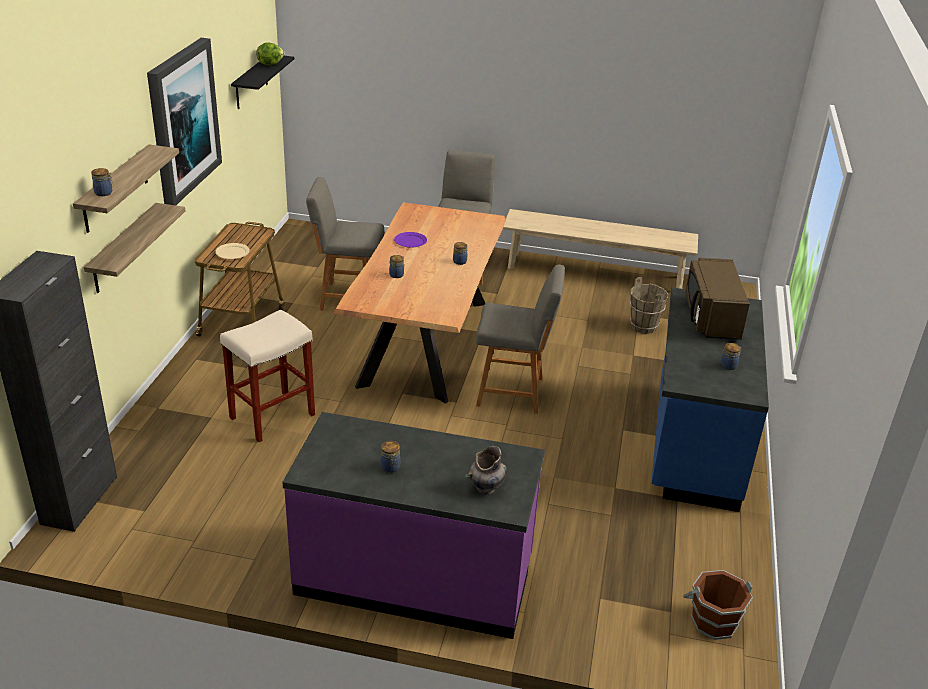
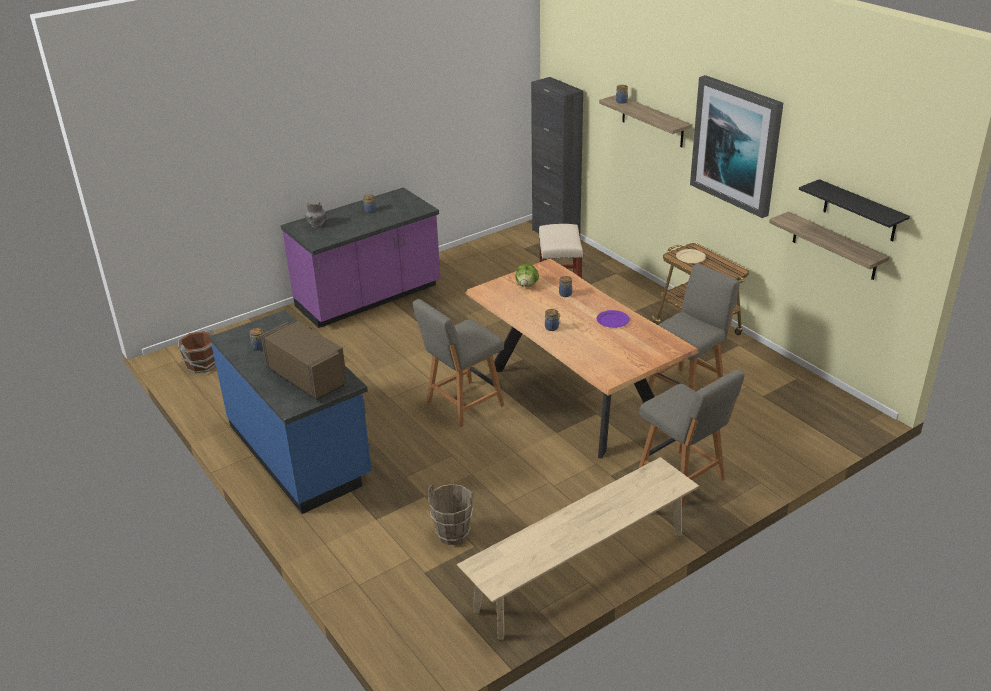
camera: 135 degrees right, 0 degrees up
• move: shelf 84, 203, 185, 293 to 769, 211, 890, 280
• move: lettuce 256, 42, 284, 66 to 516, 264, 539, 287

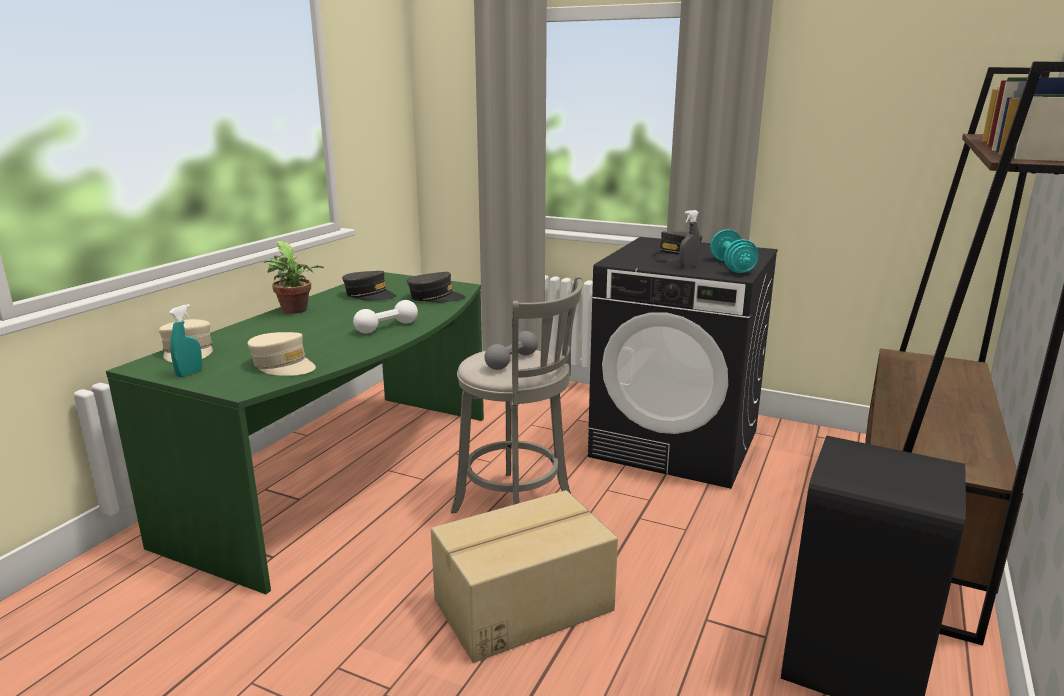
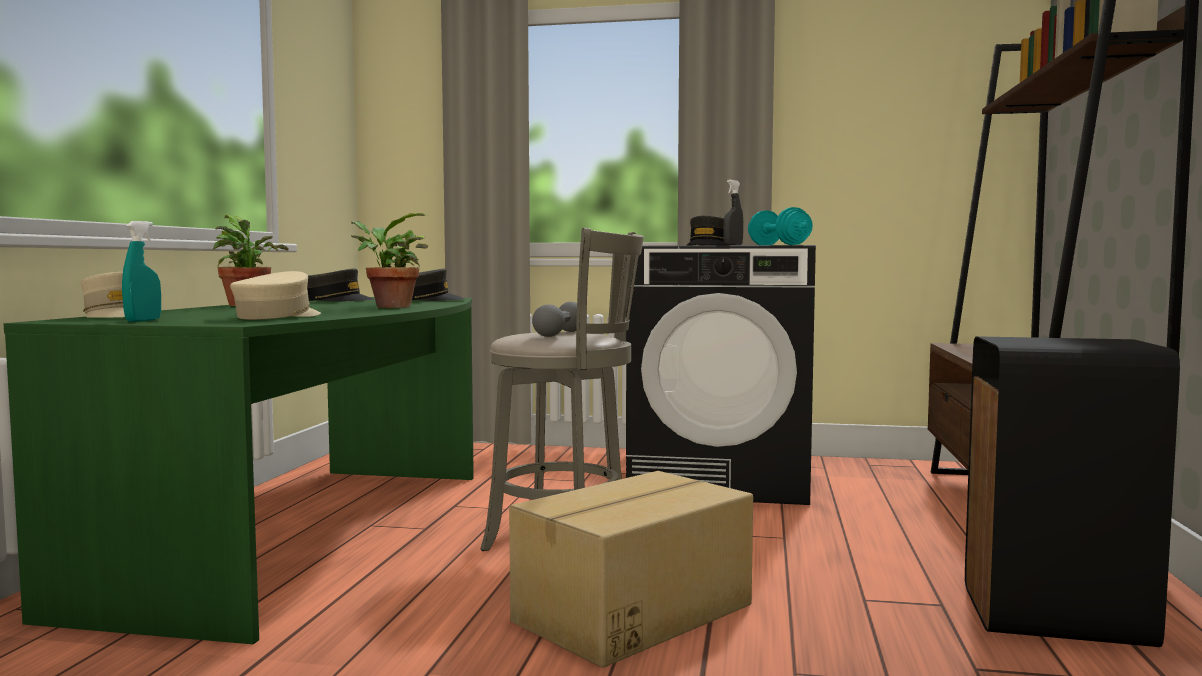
camera: 15 degrees left, 15 degrees down
• replace: white dumbbell 353, 300, 418, 333 to potted plant 351, 213, 428, 308
• rotate: beige cap 247, 332, 316, 376 = 230, 271, 321, 320 90 degrees counterclockwise

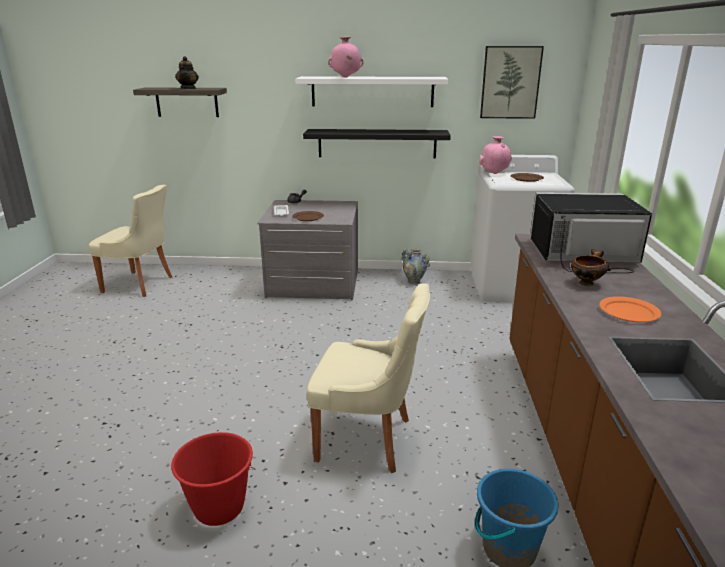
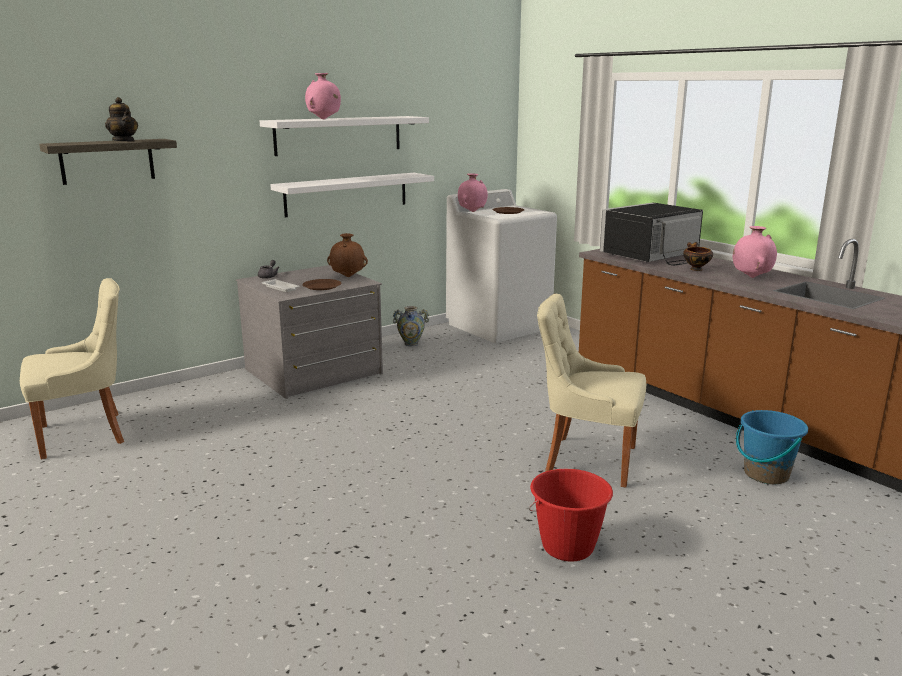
camera: 40 degrees left, 5 degrees down
• delete: picture 480, 46, 544, 119
• insert: brown vase 327, 233, 368, 277
• replace: orange plate 599, 296, 661, 322 to pink vase 733, 226, 777, 278
• recolor: black shelf 303, 129, 451, 158 to white shelf 270, 173, 434, 217
• rotate: beige chair 306, 283, 430, 473 = 537, 294, 646, 488 135 degrees counterclockwise

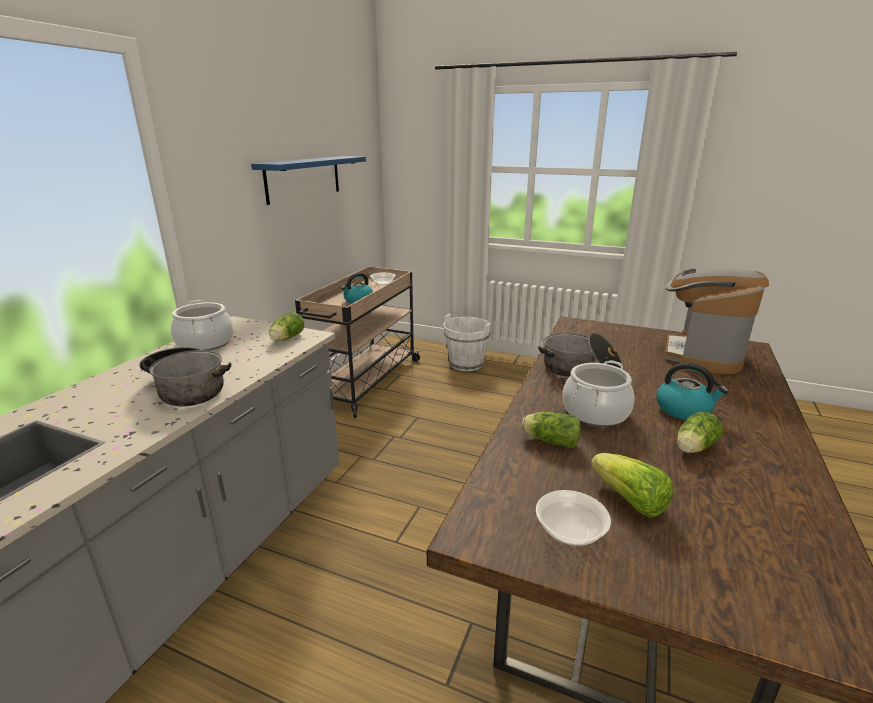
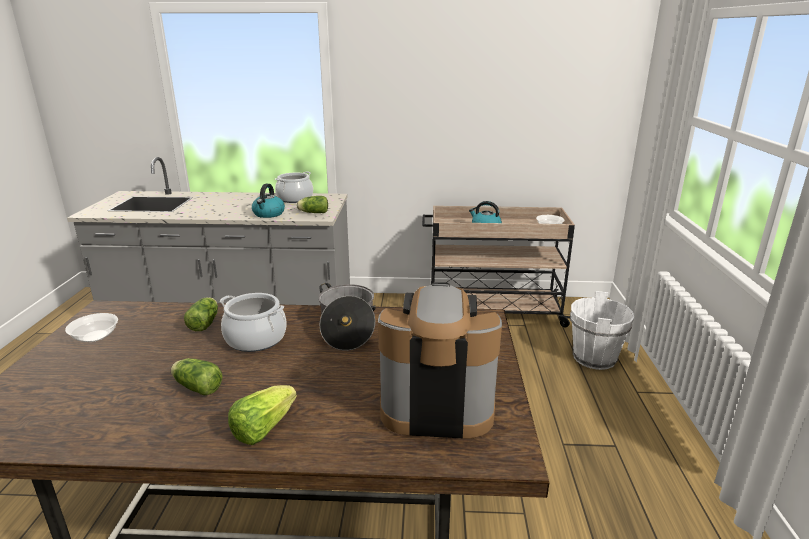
camera: 70 degrees right, 0 degrees up
• delete: cooking pot 139, 347, 231, 406
• delete: blue shelf 251, 156, 366, 205
• move: lettuce 591, 453, 673, 518 to 228, 385, 297, 445
• move: kettle 656, 362, 728, 420 to 252, 184, 285, 218

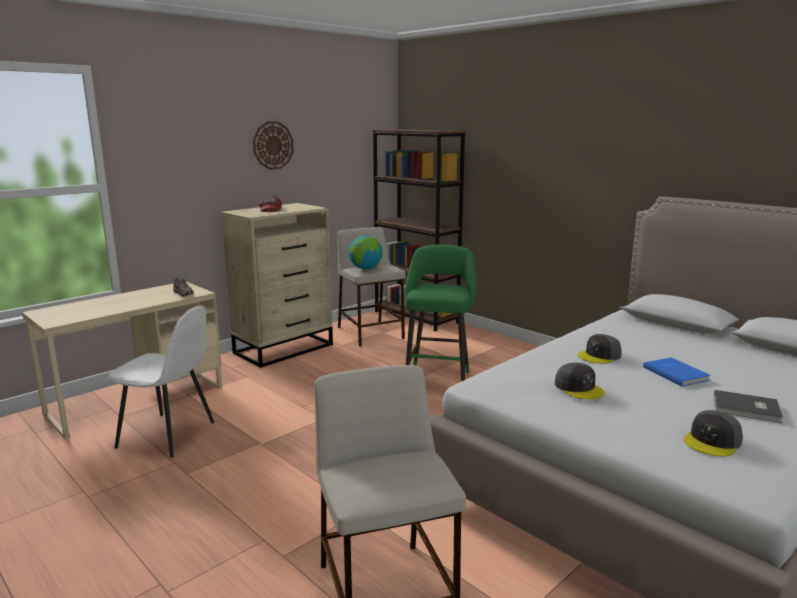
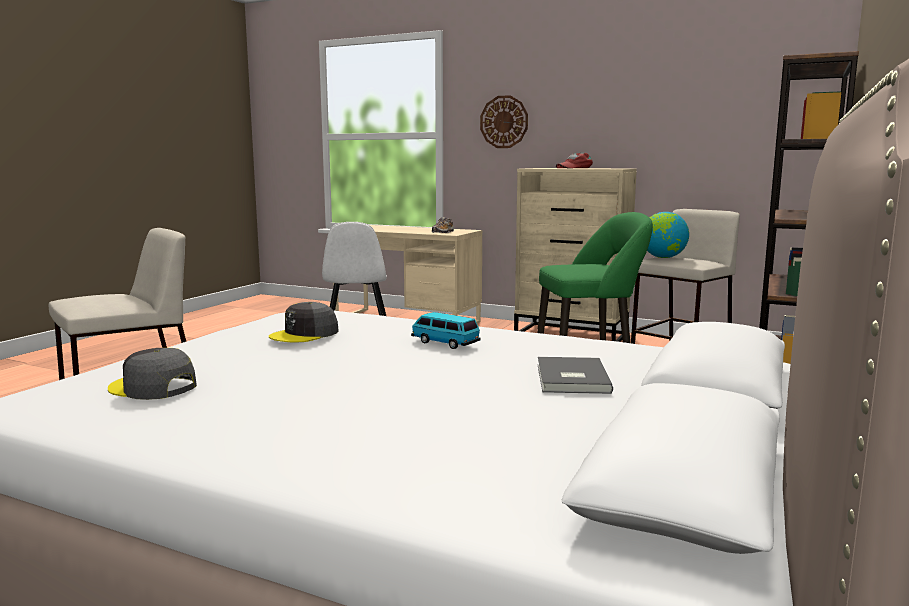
camera: 70 degrees right, 5 degrees down
• delete: blue book 643, 357, 711, 386
• move: wall clock 253, 121, 294, 170 to 480, 95, 528, 148
• move: grey book 714, 390, 783, 423 to 538, 357, 613, 394
• replace: grey cap 578, 334, 622, 364 to toy car 411, 312, 481, 349

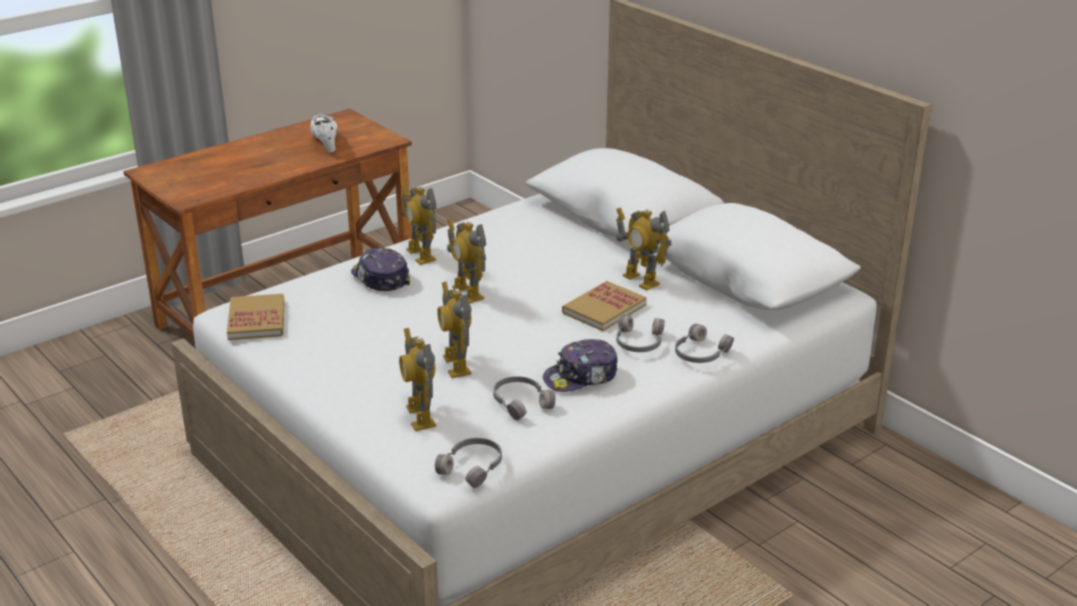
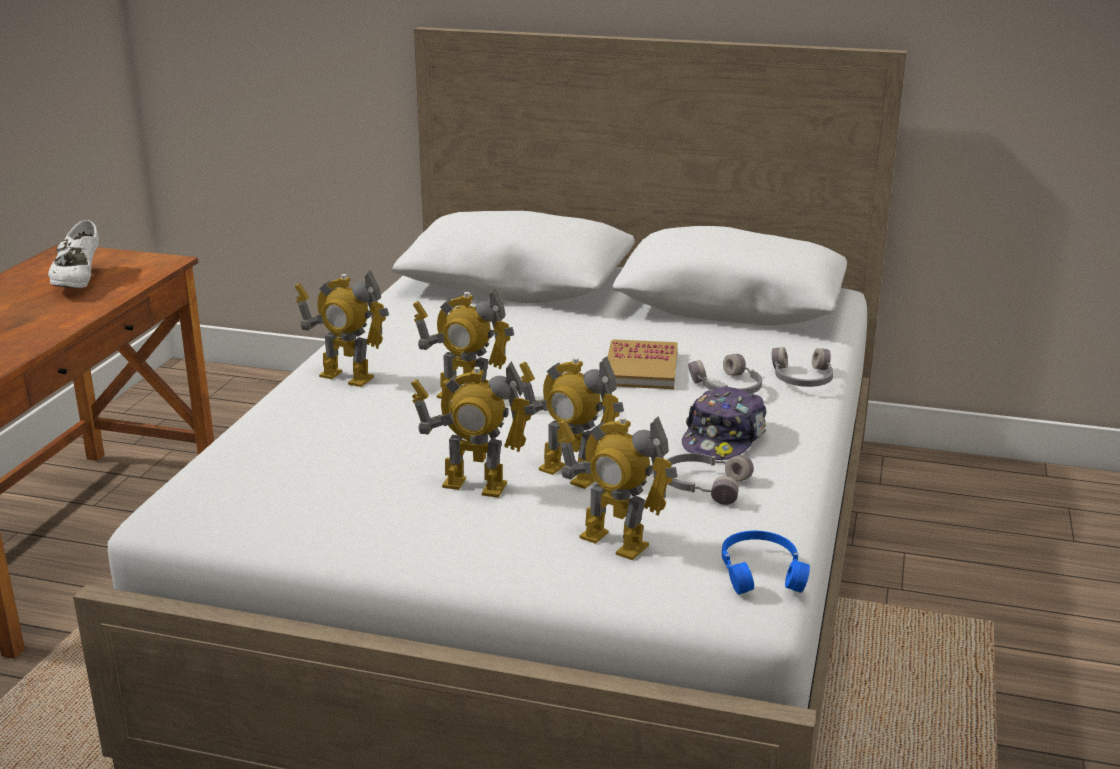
camera: 35 degrees left, 5 degrees down
• delete: book 227, 294, 285, 340
• delete: cap 351, 248, 410, 291
• move: toy robot 616, 208, 672, 290 to 411, 361, 536, 498
• recolor: grey headphones 435, 438, 502, 488 to blue headphones 722, 531, 810, 595
• rotate: white shoe 310, 115, 338, 153 = 48, 220, 99, 288 135 degrees counterclockwise

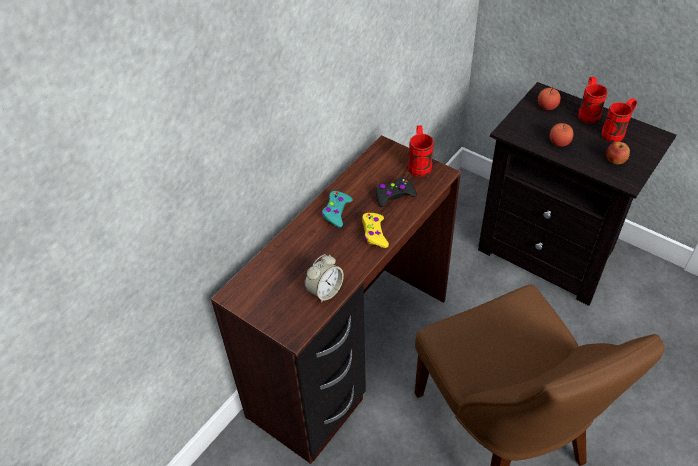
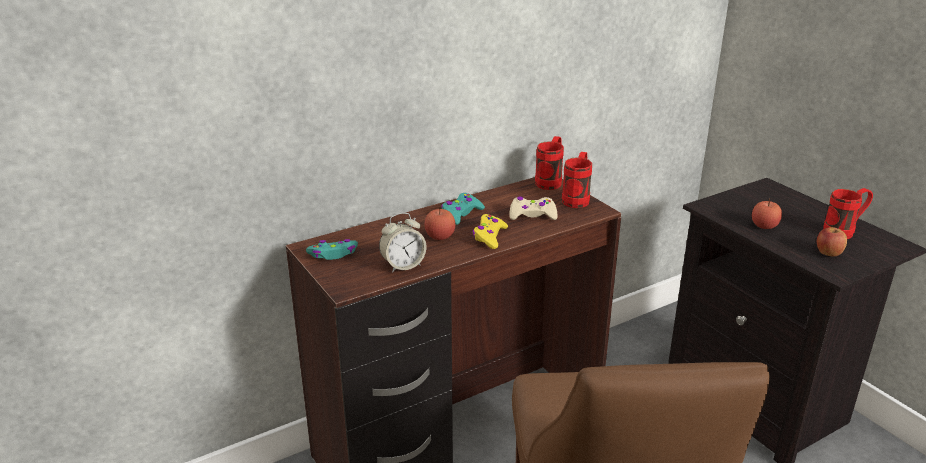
camera: 20 degrees right, 20 degrees down
• insert: turquoise game controller 306, 239, 358, 260
• move: apple 538, 88, 561, 110 to 425, 207, 455, 240
• move: red mug 578, 77, 607, 124 to 535, 136, 564, 190
• recolor: black game controller 376, 177, 417, 207 to beige game controller 509, 197, 558, 220

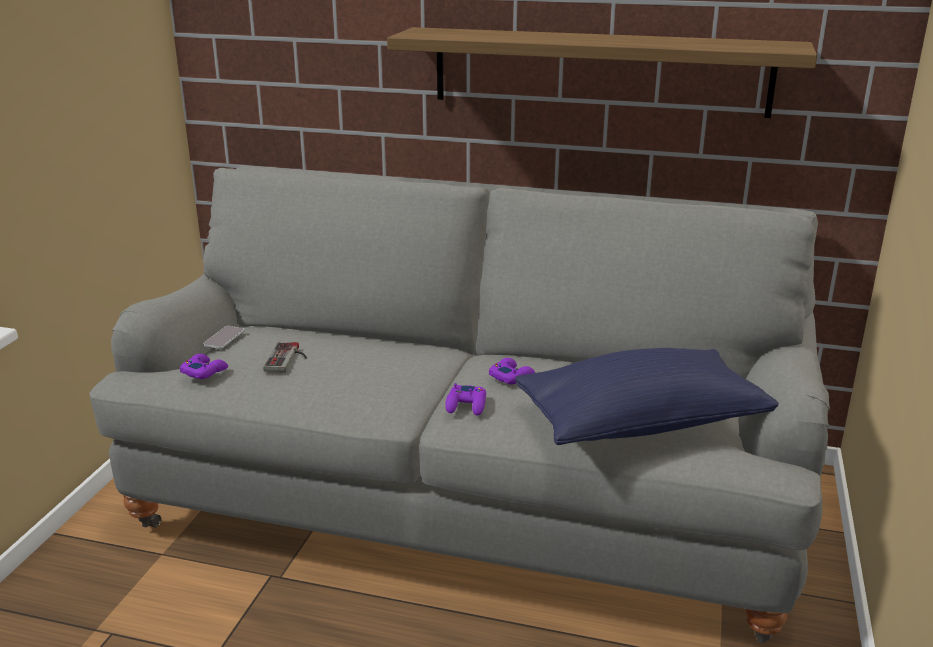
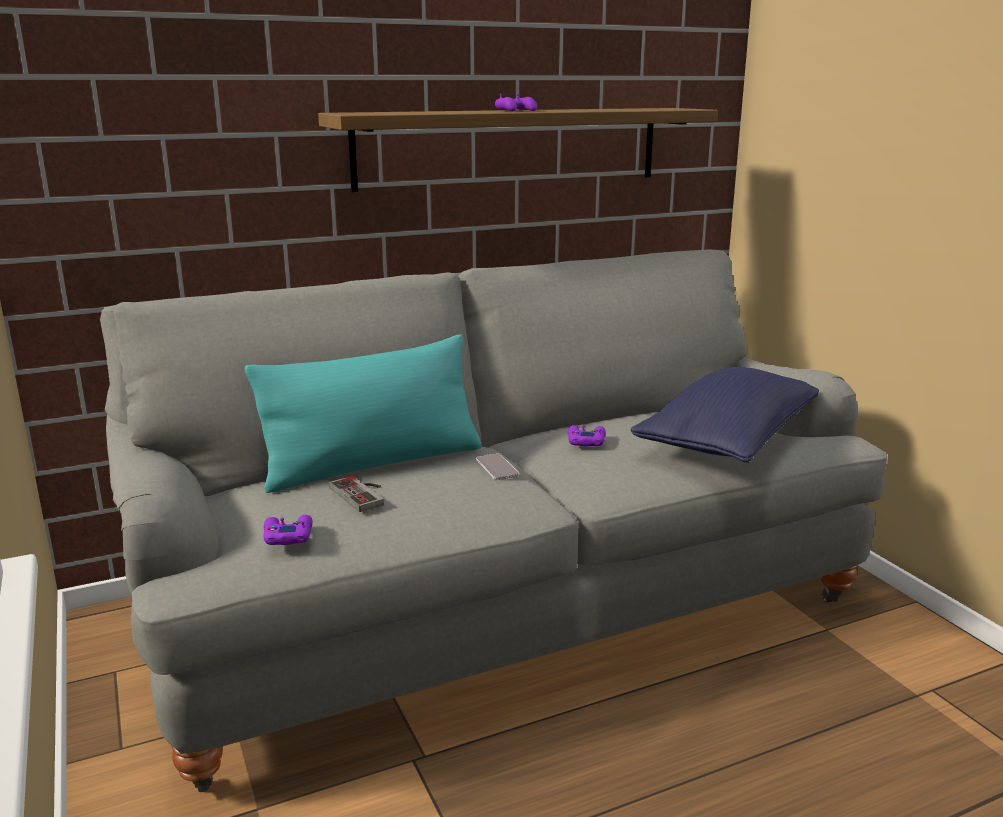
camera: 40 degrees left, 5 degrees down
• insert: turquoise pillow 245, 334, 482, 493
• move: phone 203, 326, 244, 349 to 476, 454, 519, 480
• move: purple game controller 445, 383, 486, 416 to 495, 94, 537, 111

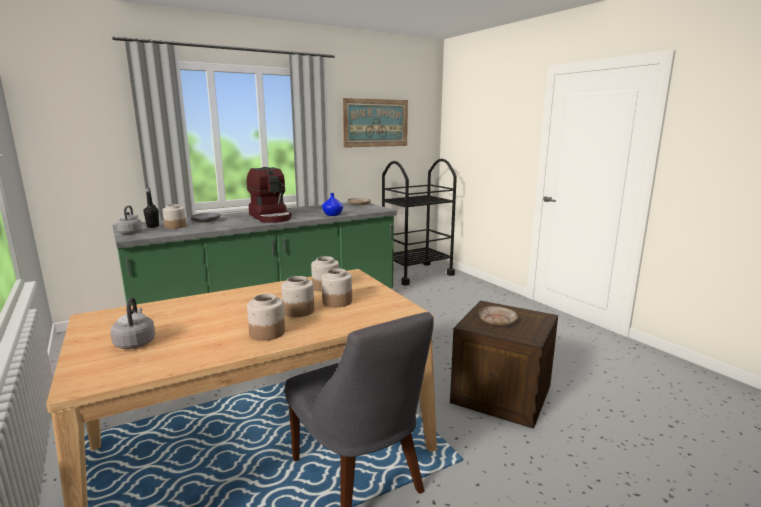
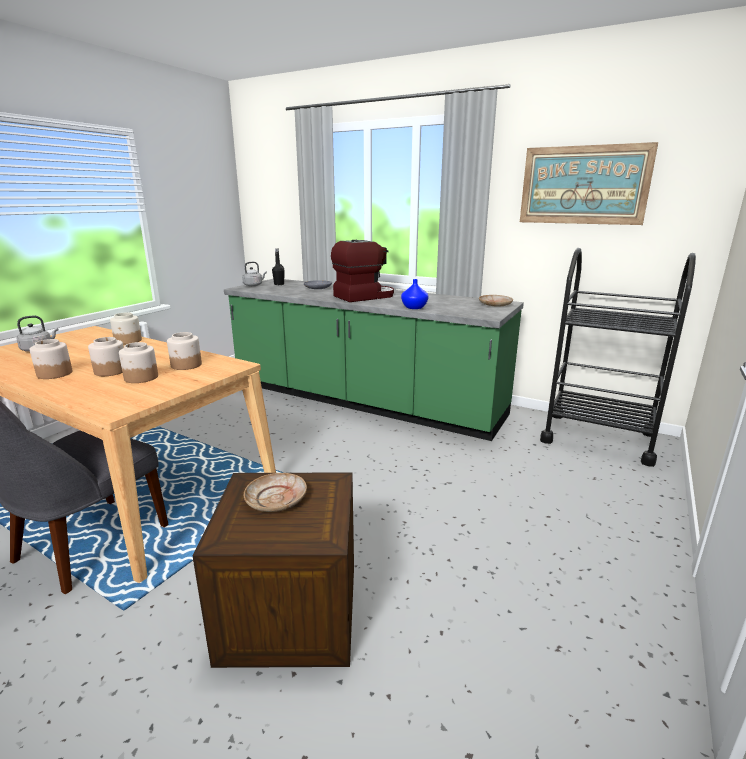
camera: 60 degrees right, 5 degrees up
• move: jar 163, 204, 186, 229 to 110, 312, 142, 345
• rotate: coffee machine 247, 167, 292, 223 = 331, 240, 394, 302 150 degrees counterclockwise

